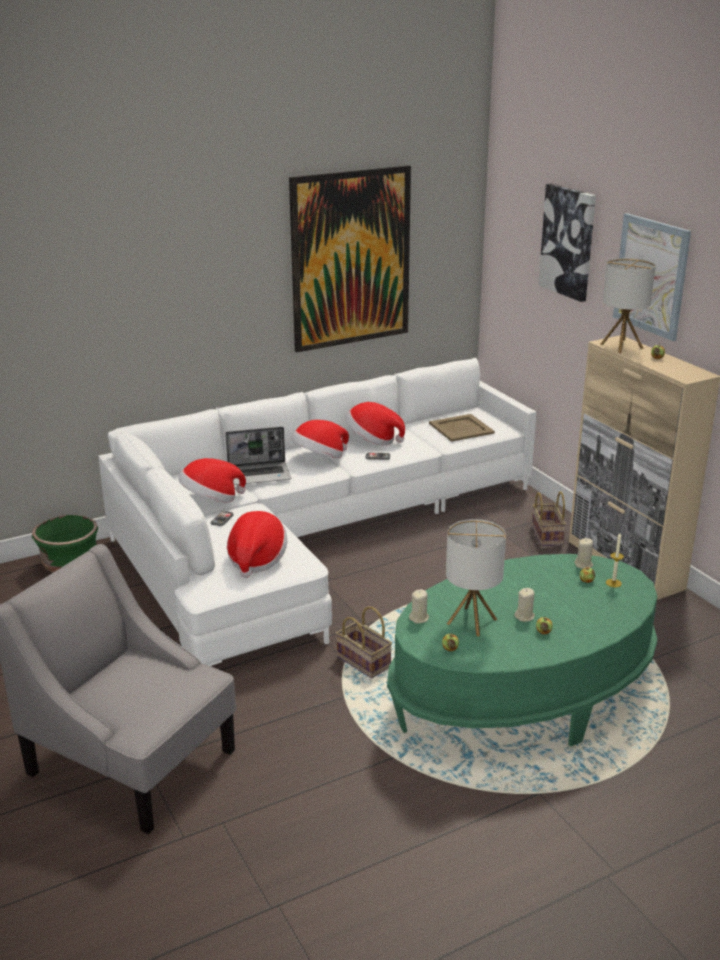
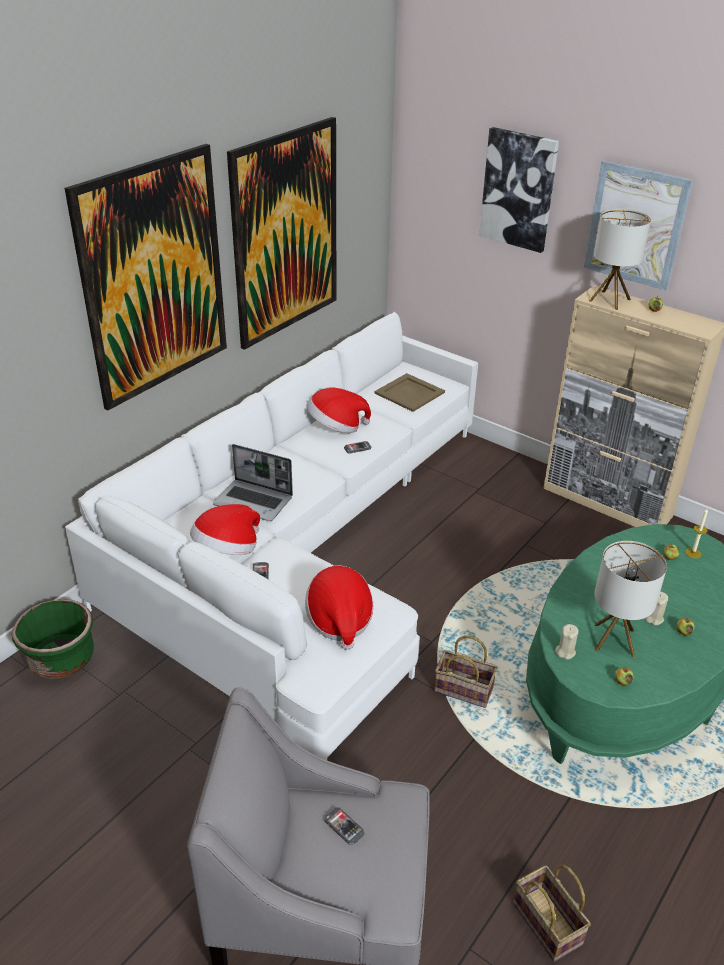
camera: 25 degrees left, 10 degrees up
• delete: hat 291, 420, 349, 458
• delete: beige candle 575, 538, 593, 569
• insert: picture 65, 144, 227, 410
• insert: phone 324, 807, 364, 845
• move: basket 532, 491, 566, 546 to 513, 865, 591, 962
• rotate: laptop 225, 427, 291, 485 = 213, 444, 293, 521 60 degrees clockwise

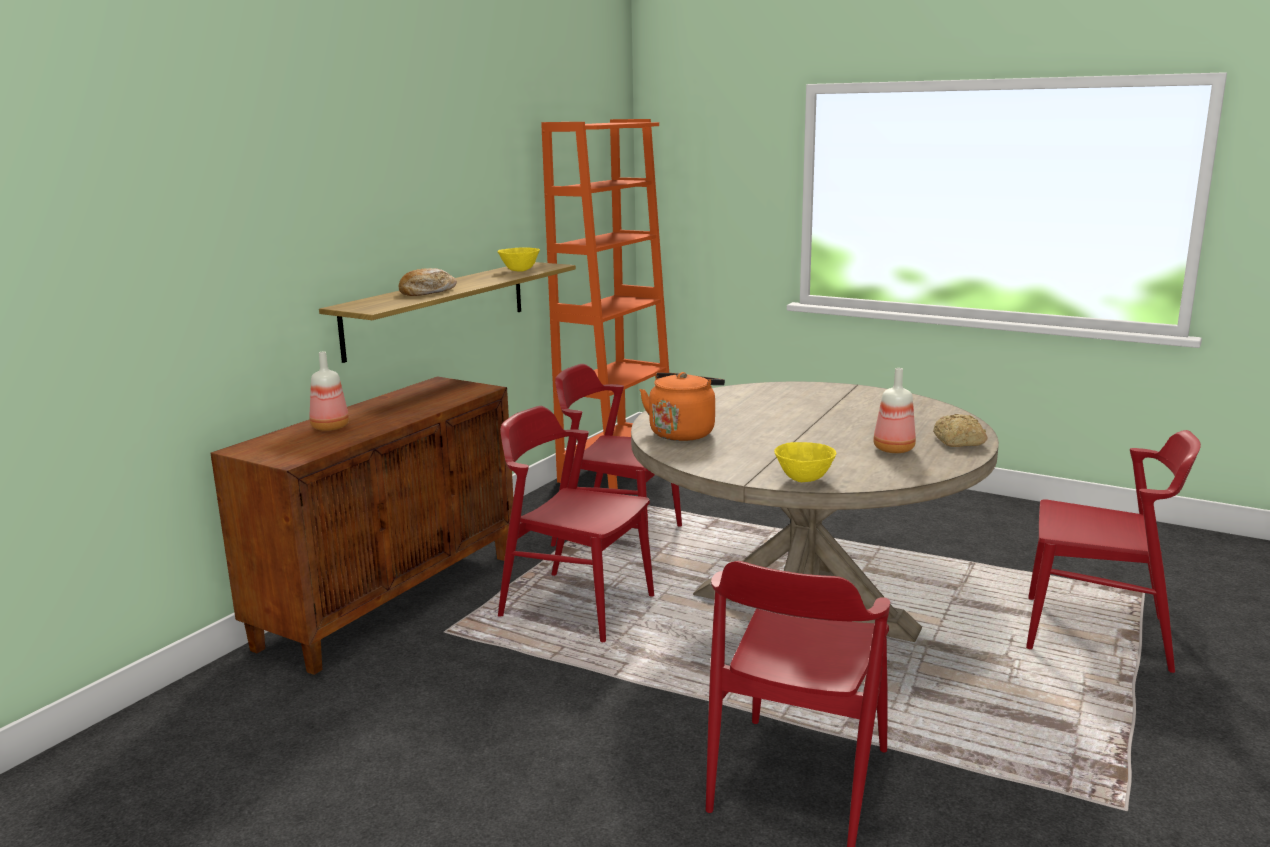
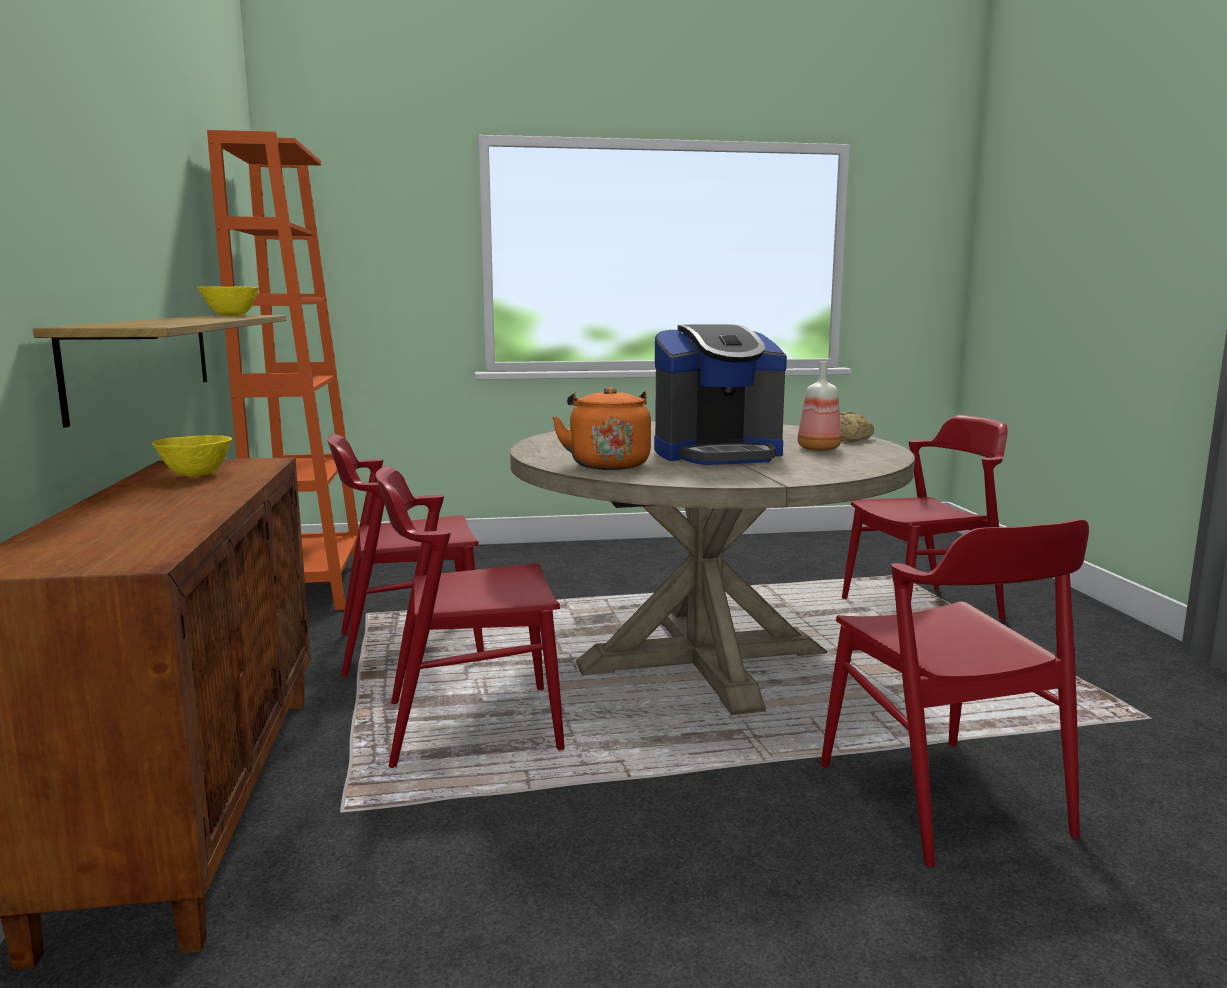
camera: 40 degrees left, 5 degrees down
• delete: bottle 310, 352, 349, 431
• delete: bread 399, 268, 457, 296
• insert: coffee machine 654, 324, 787, 465
• move: yellow bowl 774, 442, 837, 482 to 152, 435, 232, 477

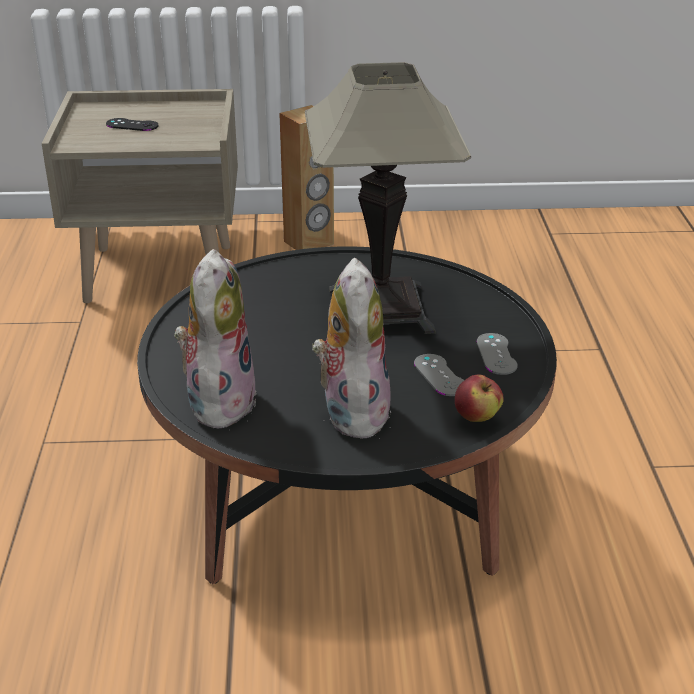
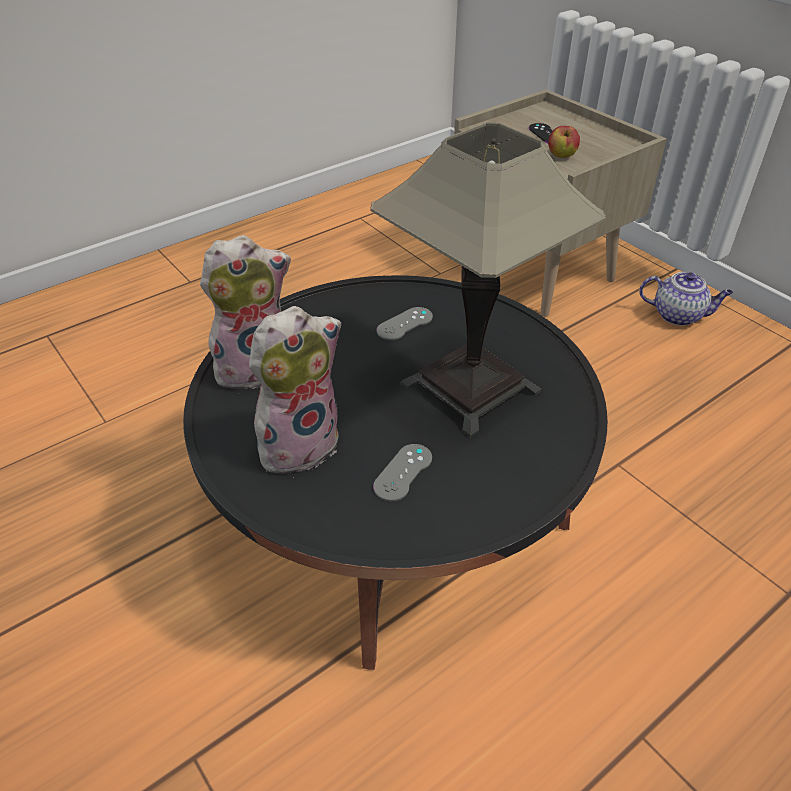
camera: 55 degrees right, 10 degrees up
• move: apple 455, 375, 504, 422 to 548, 126, 580, 158
• move: grey game controller 477, 333, 518, 375 to 376, 307, 433, 340
• replace: brown speaker 279, 105, 334, 250 to teapot 639, 272, 733, 326

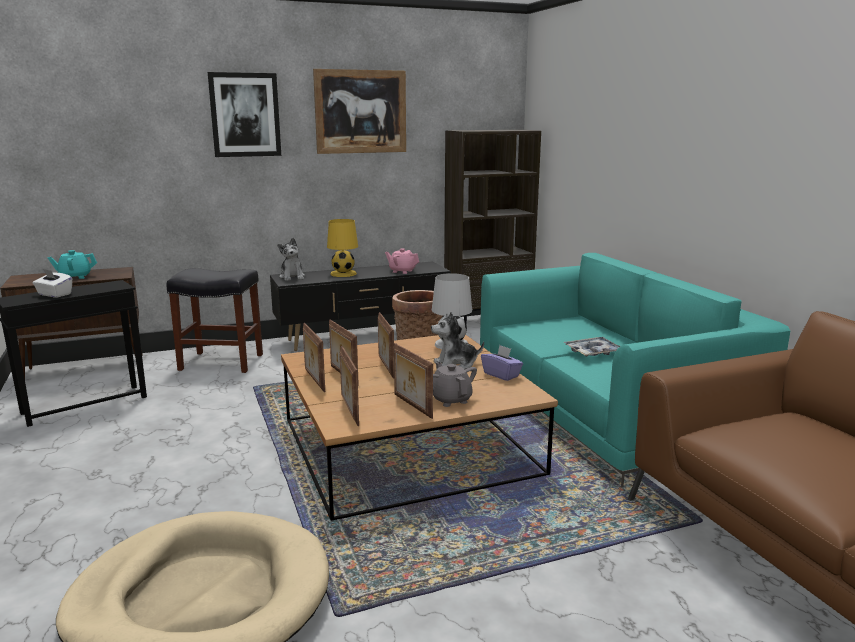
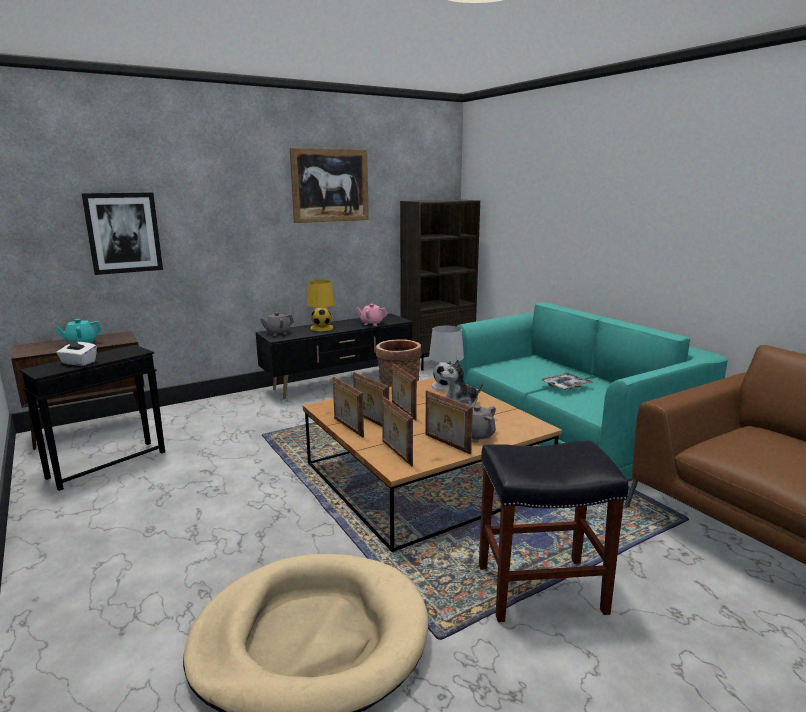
camera: 10 degrees left, 0 degrees up
• delete: purple tissue box 481, 345, 523, 381
• move: black stool 166, 268, 263, 373 to 479, 440, 629, 622
• move: picture 208, 72, 281, 157 to 82, 192, 163, 275
• replace: plush toy 277, 238, 305, 281 to grey teapot 260, 312, 294, 336

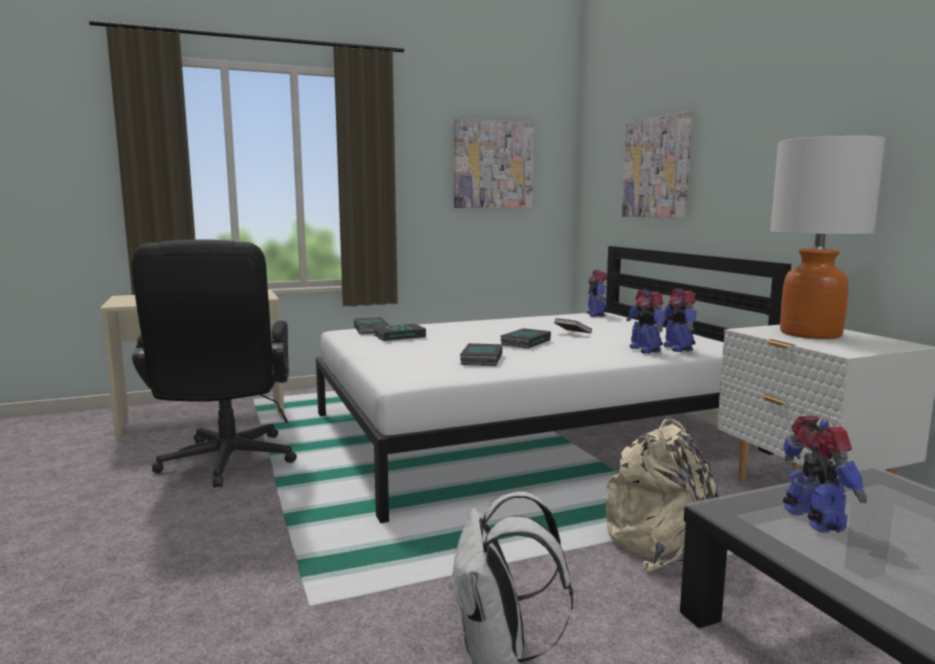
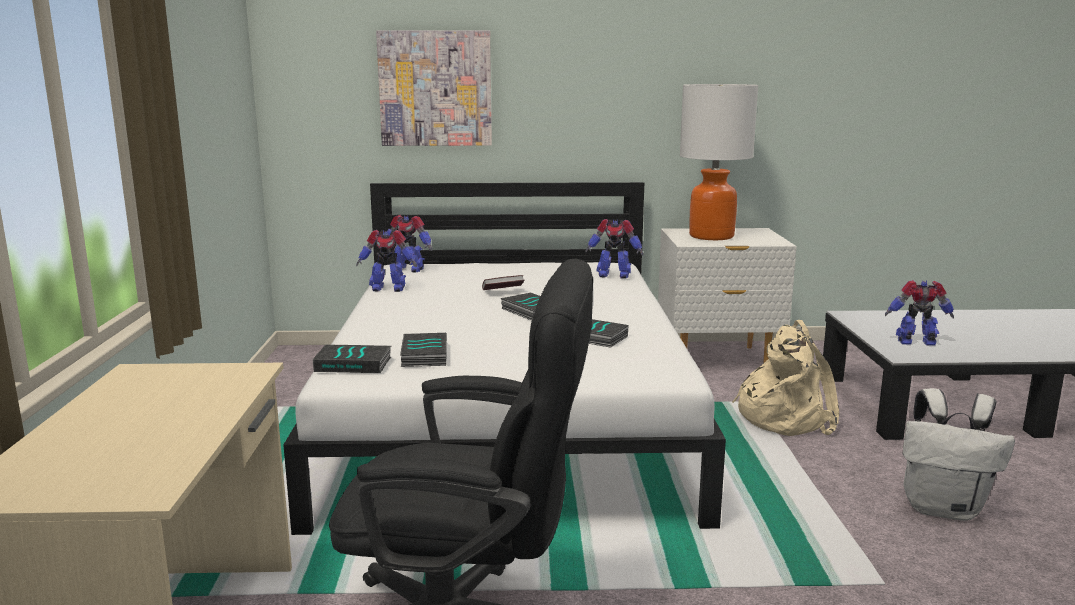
camera: 70 degrees left, 5 degrees up
• delete: picture 454, 119, 533, 208
• move: toy robot 626, 289, 665, 354 to 356, 230, 417, 292

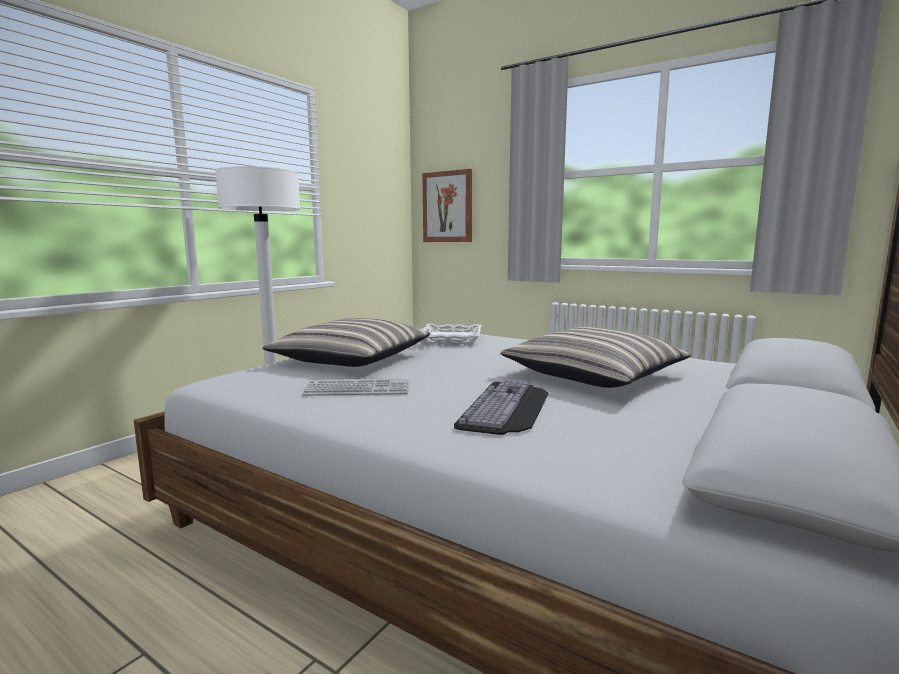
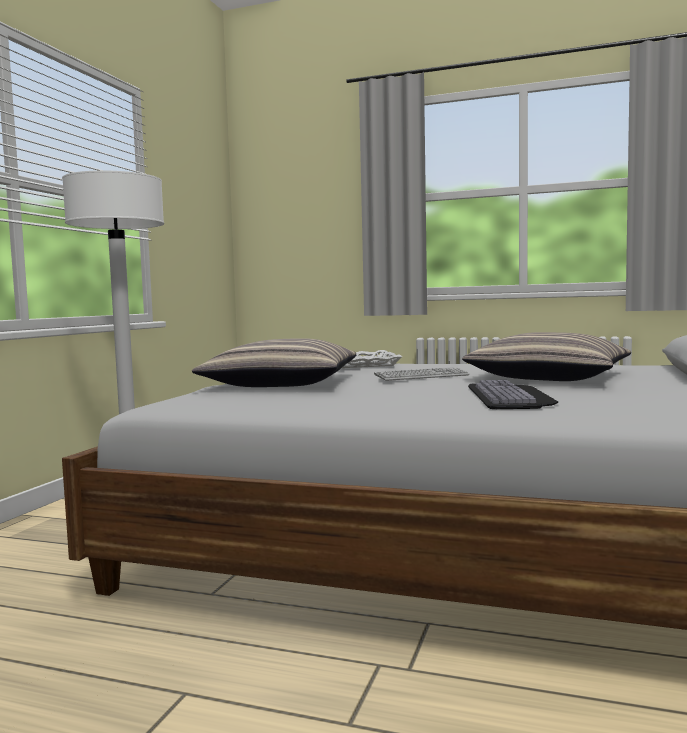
camera: 15 degrees left, 5 degrees down
• delete: picture 422, 169, 472, 242
• move: keyboard 302, 379, 409, 396 to 374, 367, 470, 381

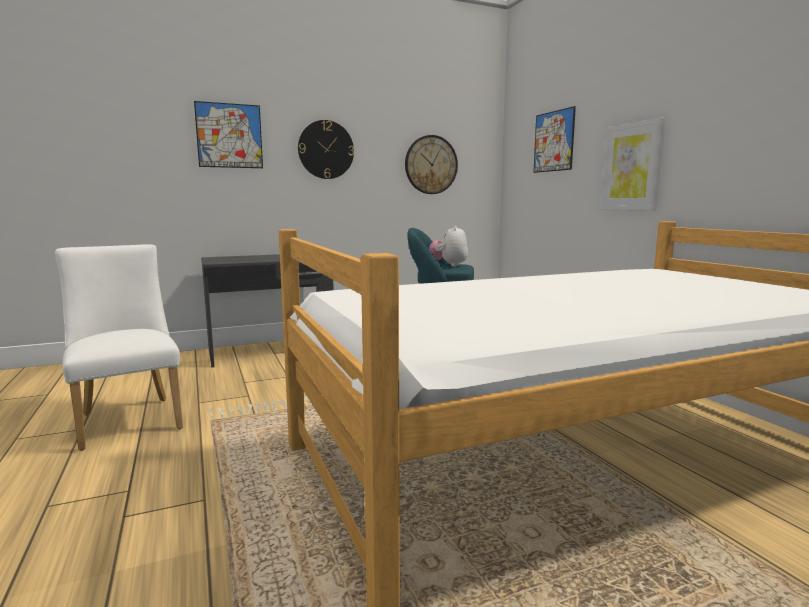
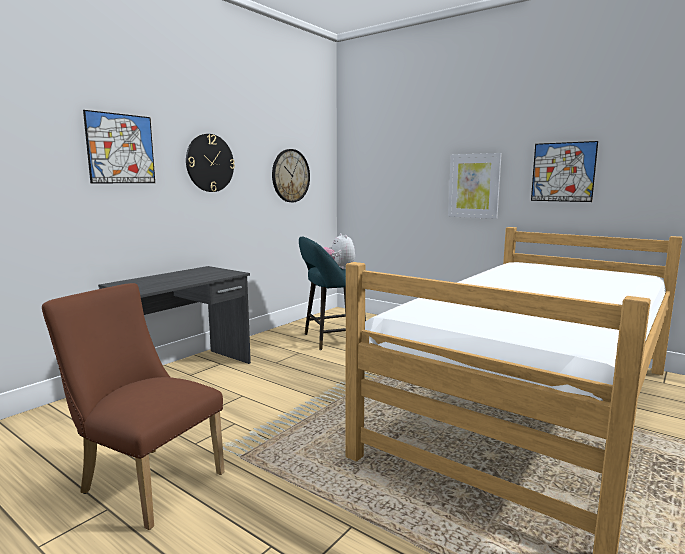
camera: 30 degrees left, 0 degrees up
• move: picture 533, 106, 576, 173 to 531, 141, 598, 202
• recolor: white chair 55, 244, 183, 451 to brown chair 42, 283, 225, 530

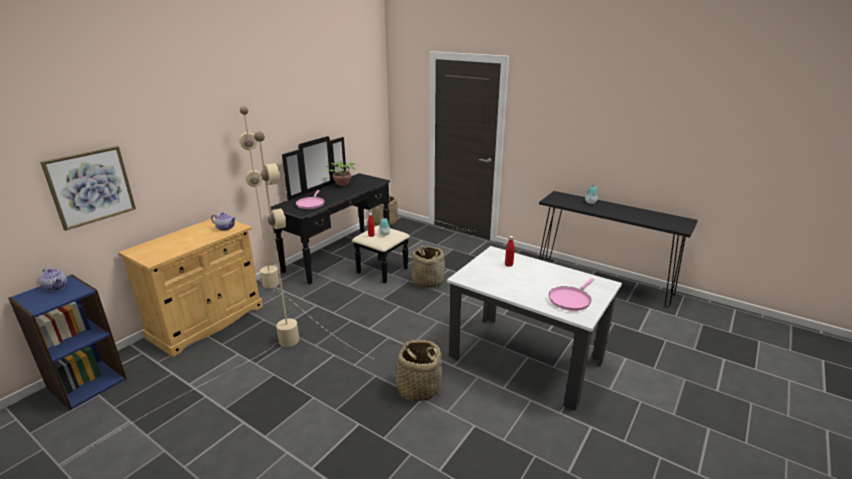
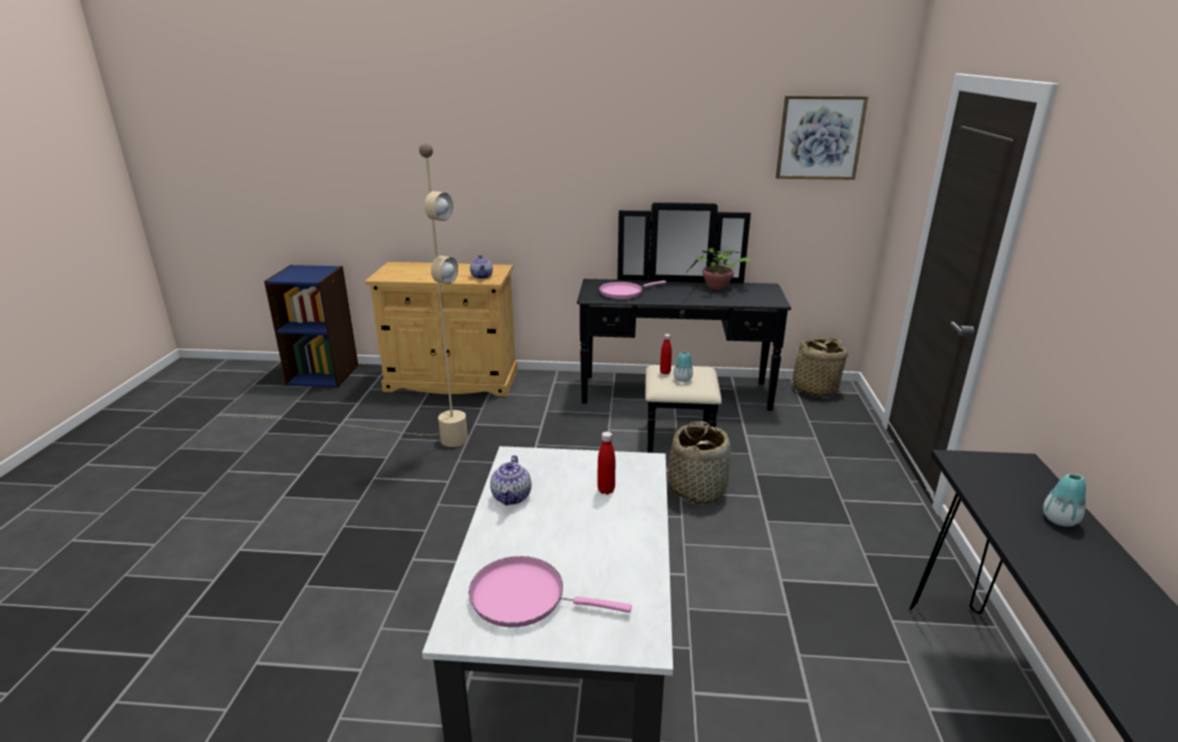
camera: 60 degrees right, 0 degrees up
• delete: beige floor lamp 239, 106, 373, 359
• delete: basket 391, 340, 444, 401
• move: picture 40, 146, 136, 231 to 776, 96, 868, 180
• move: teapot 40, 269, 67, 291 to 490, 455, 531, 505

